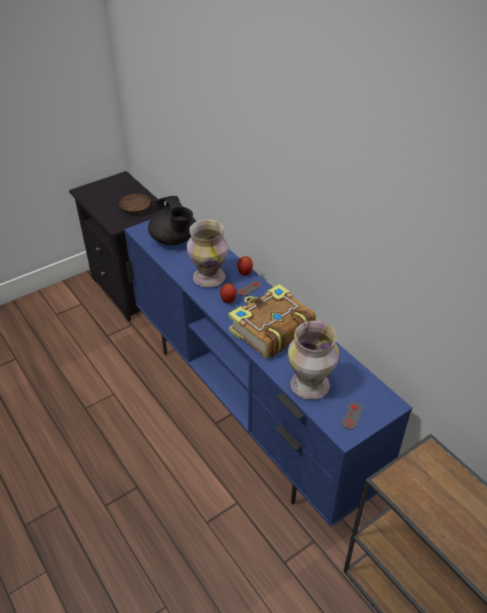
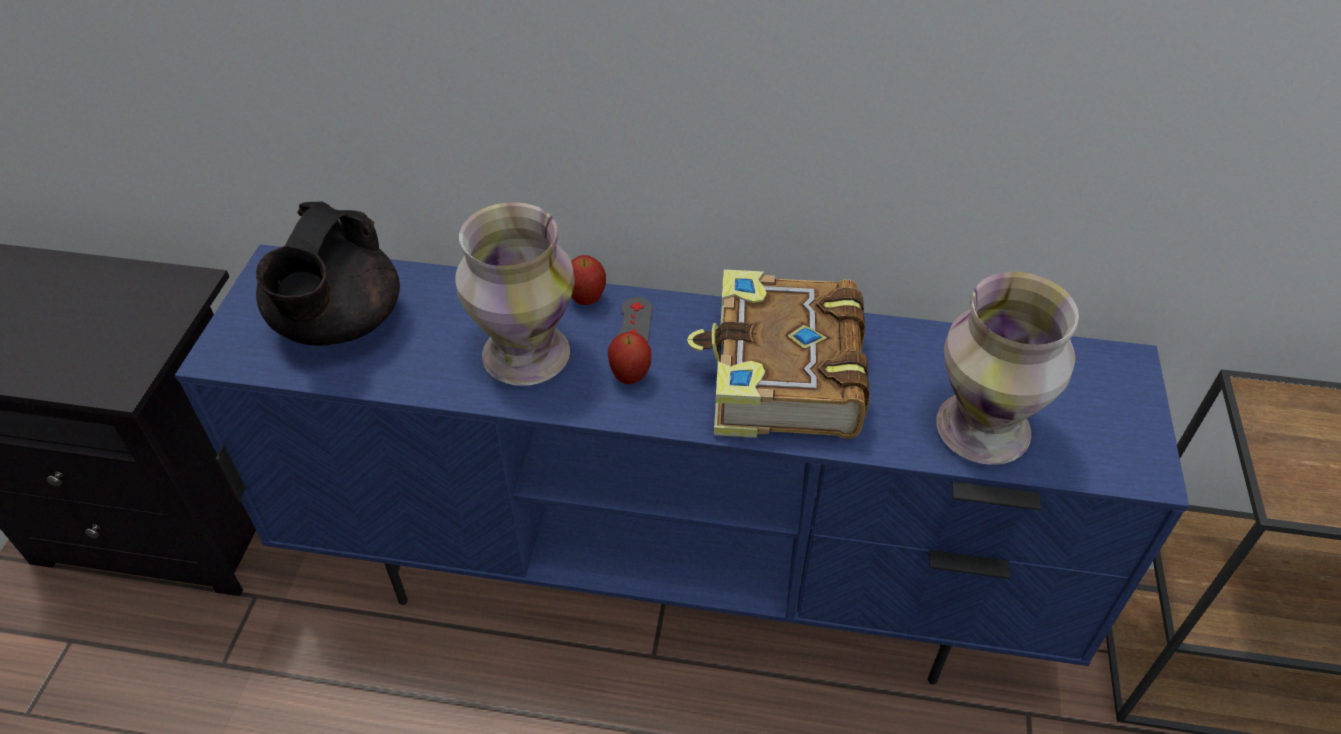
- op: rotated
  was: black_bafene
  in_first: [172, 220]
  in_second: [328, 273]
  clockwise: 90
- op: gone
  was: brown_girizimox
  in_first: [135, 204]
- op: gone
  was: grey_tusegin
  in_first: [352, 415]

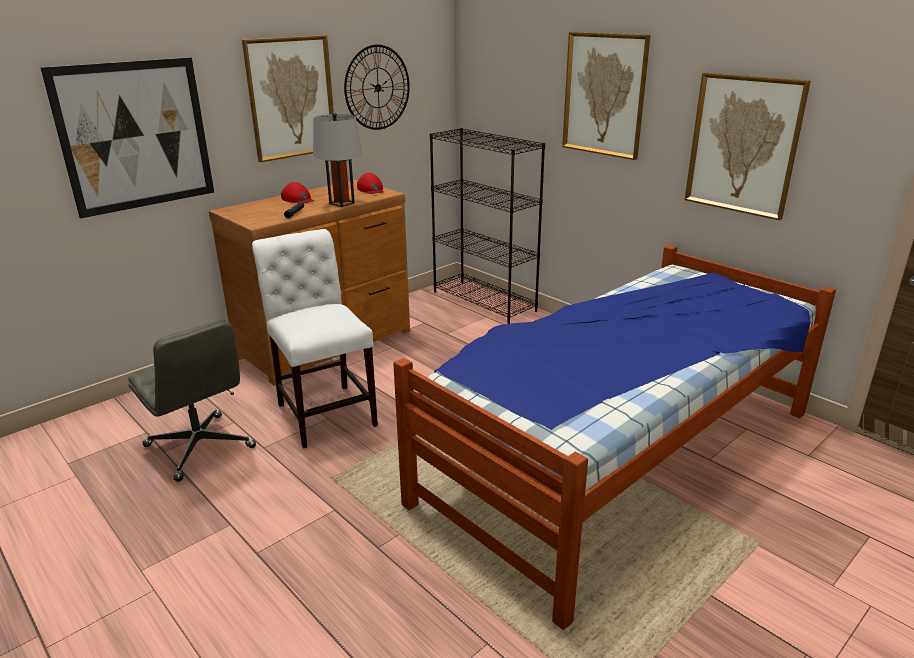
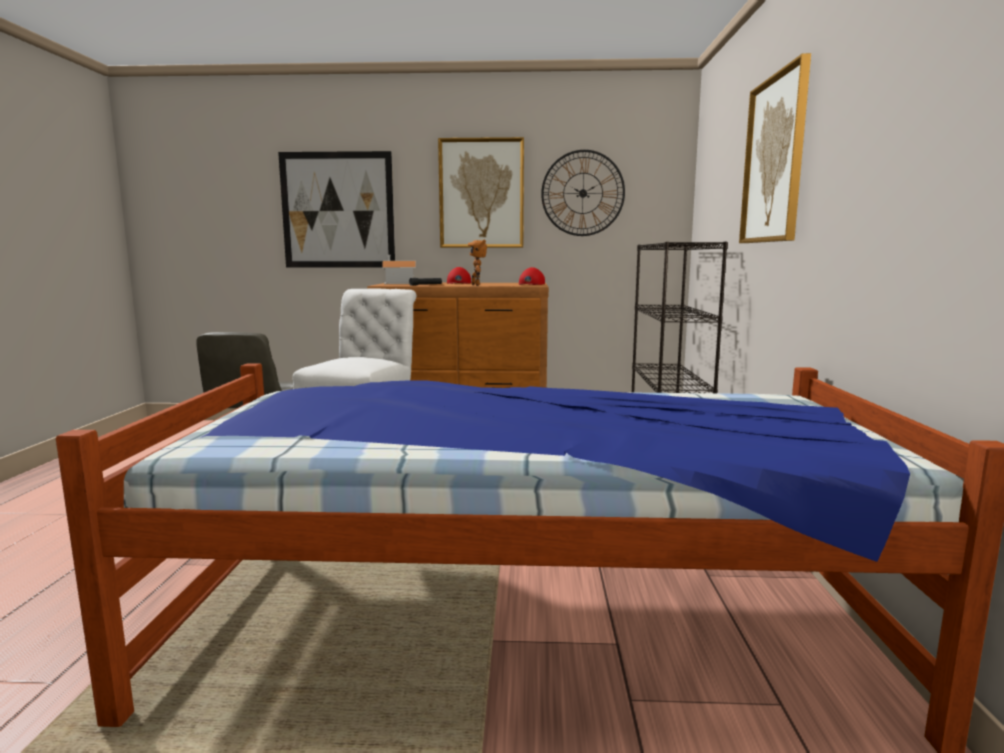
- op: new
  now: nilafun
  in_second: [399, 269]
- op: swapped
  was: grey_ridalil
  now: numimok
  in_first: [337, 160]
  in_second: [477, 262]
- op: gone
  was: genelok
  in_first: [748, 146]

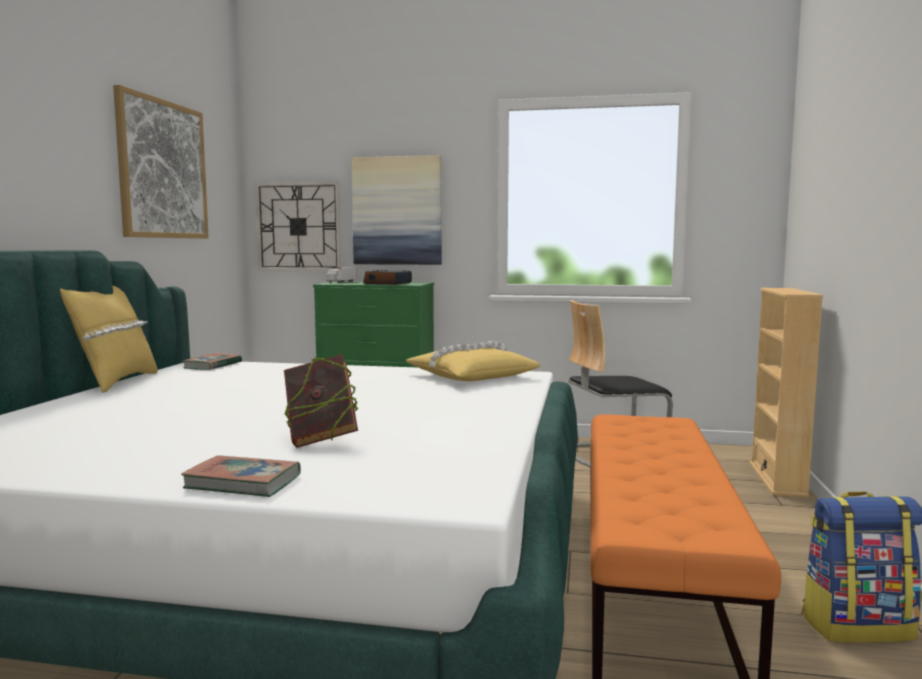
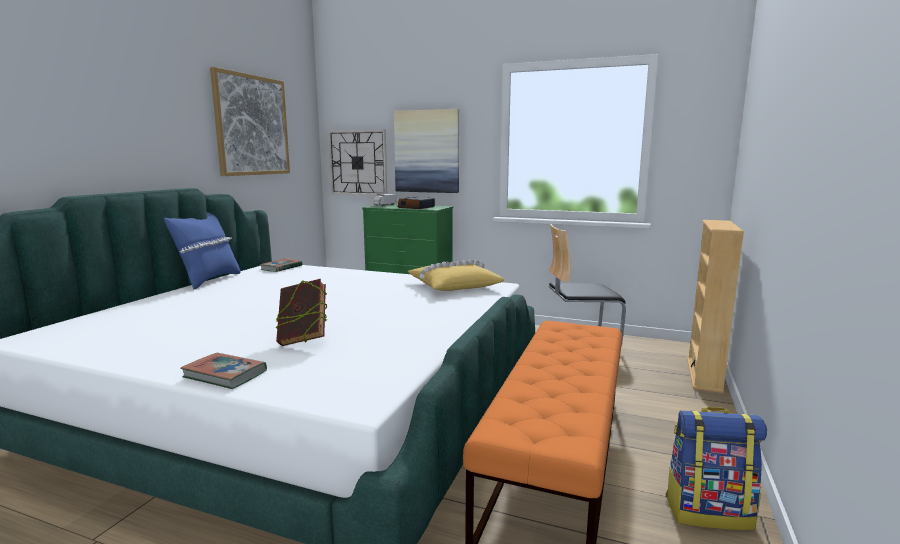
- op: repainted
  was: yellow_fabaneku
  now: blue_fabaneku
  in_first: [109, 339]
  in_second: [202, 251]

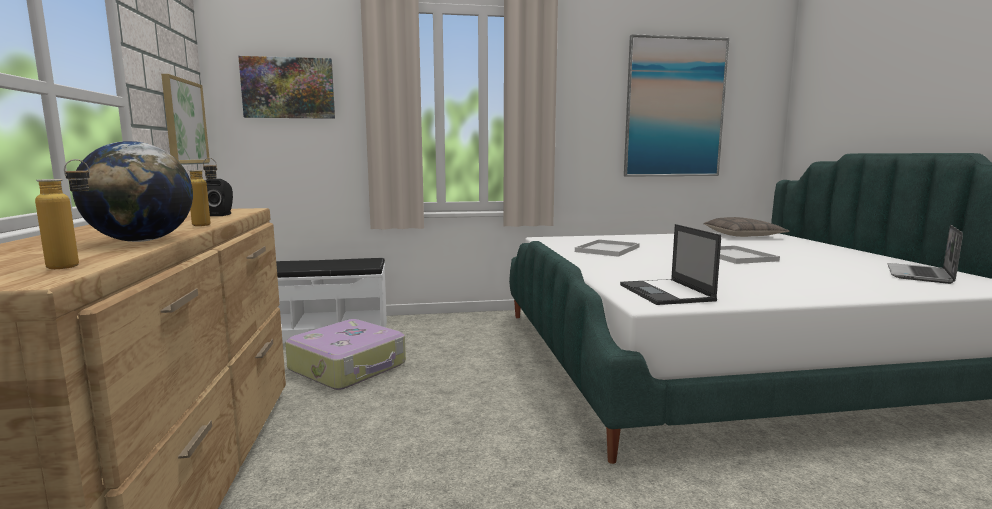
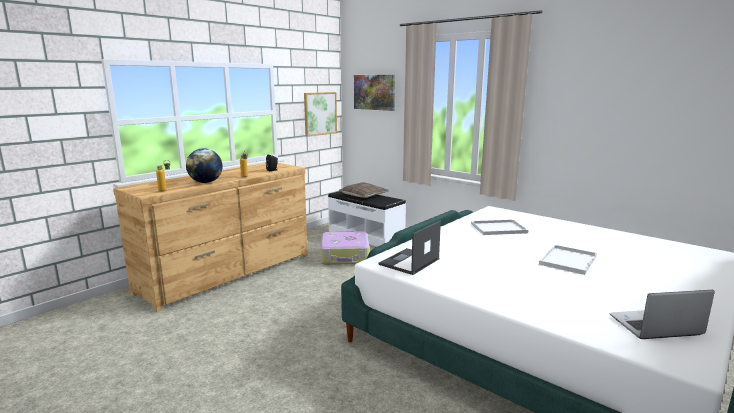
- op: shifted
  was: fabaneku
  in_first: [746, 227]
  in_second: [364, 190]
- op: gone
  was: genelok
  in_first: [676, 105]

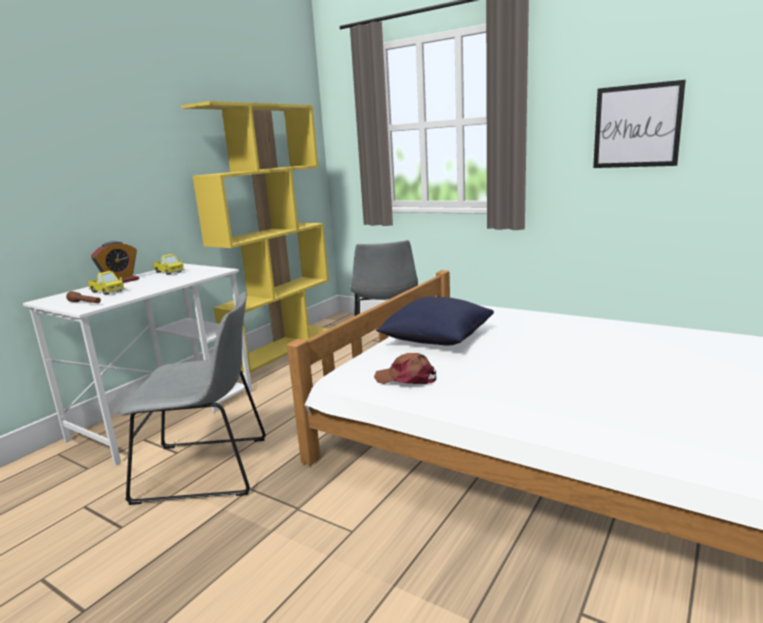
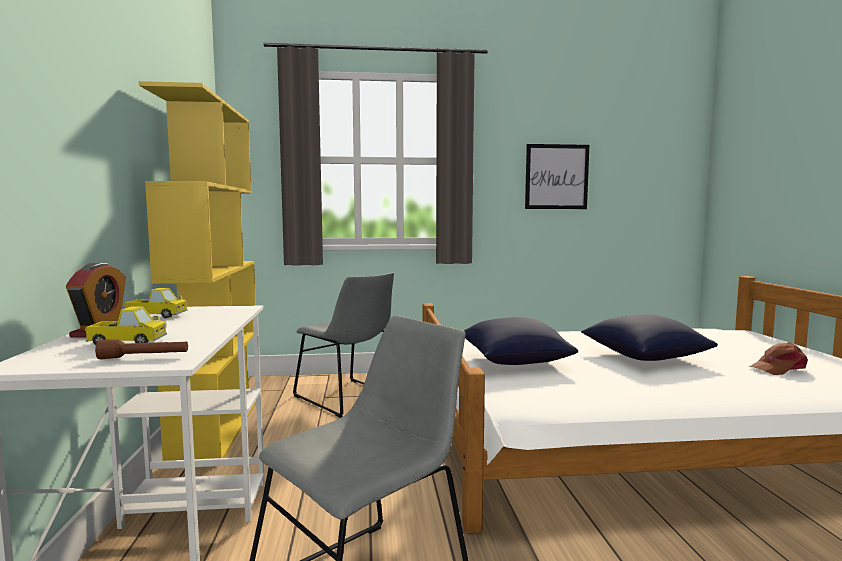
- op: new
  now: blue_fabaneku
  in_second: [649, 337]
- op: shifted
  was: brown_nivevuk
  in_first: [405, 368]
  in_second: [778, 358]

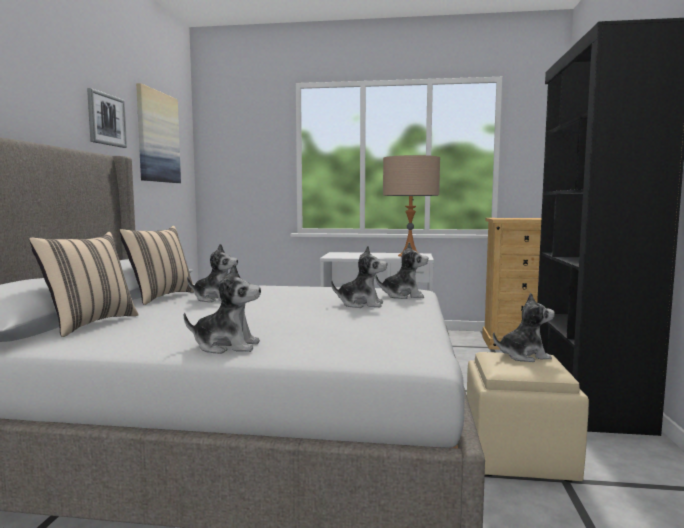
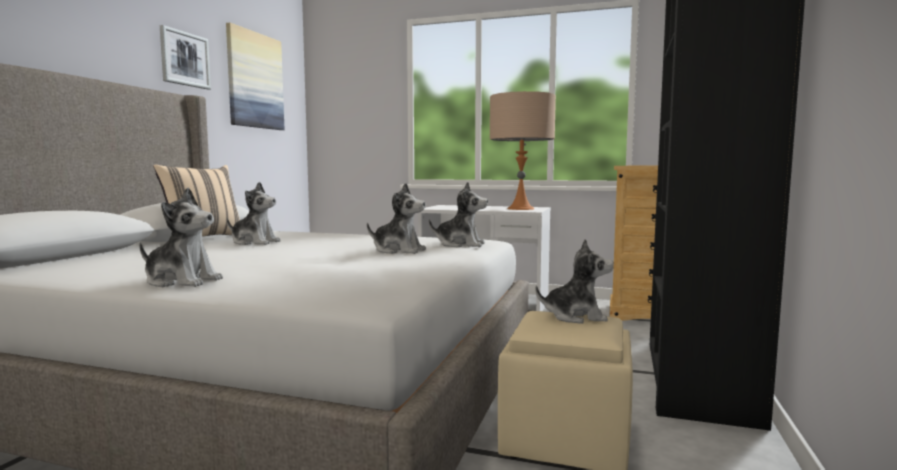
- op: gone
  was: beige_fabaneku
  in_first: [84, 284]

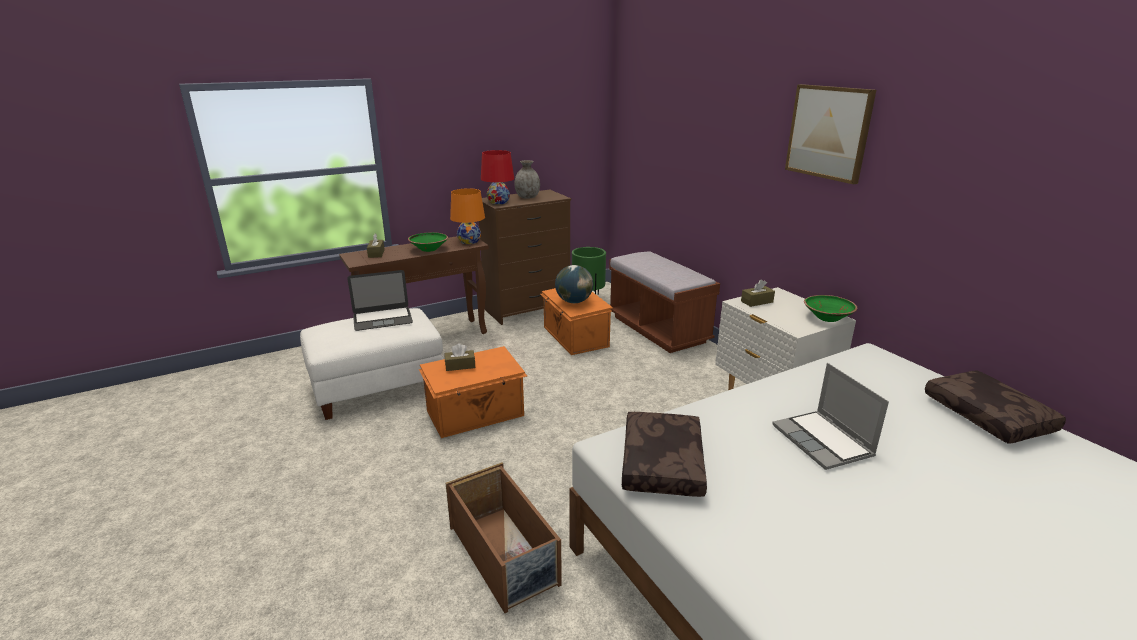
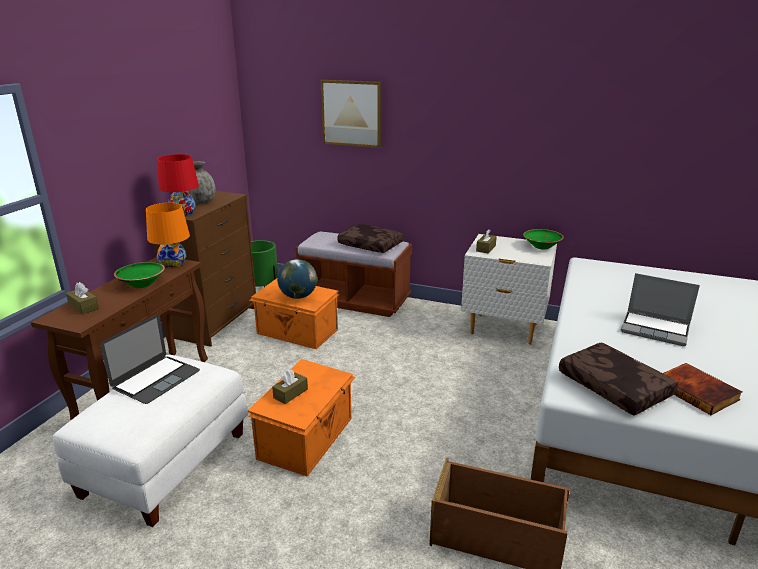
- op: shifted
  was: genelok
  in_first: [830, 134]
  in_second: [351, 114]
- op: shifted
  was: brown_fabaneku
  in_first: [995, 407]
  in_second: [370, 238]
- op: new
  now: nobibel
  in_second: [703, 389]

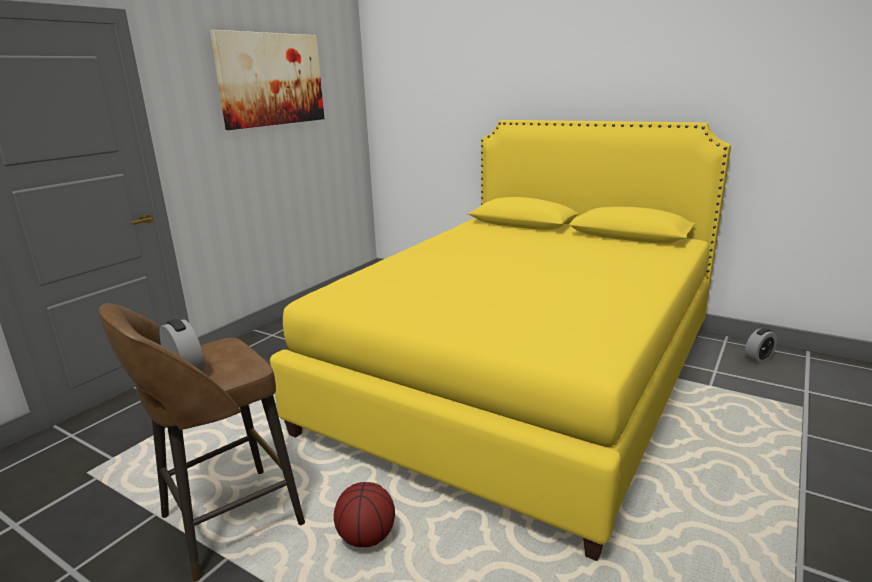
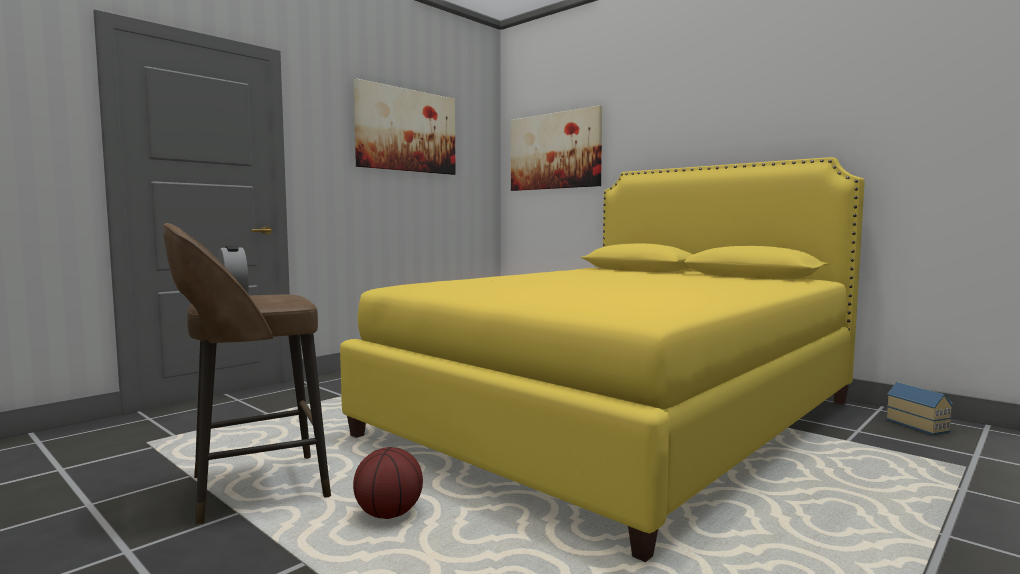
- op: new
  now: genelok
  in_second: [556, 148]
- op: swapped
  was: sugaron
  now: nilafun
  in_first: [761, 345]
  in_second: [919, 408]

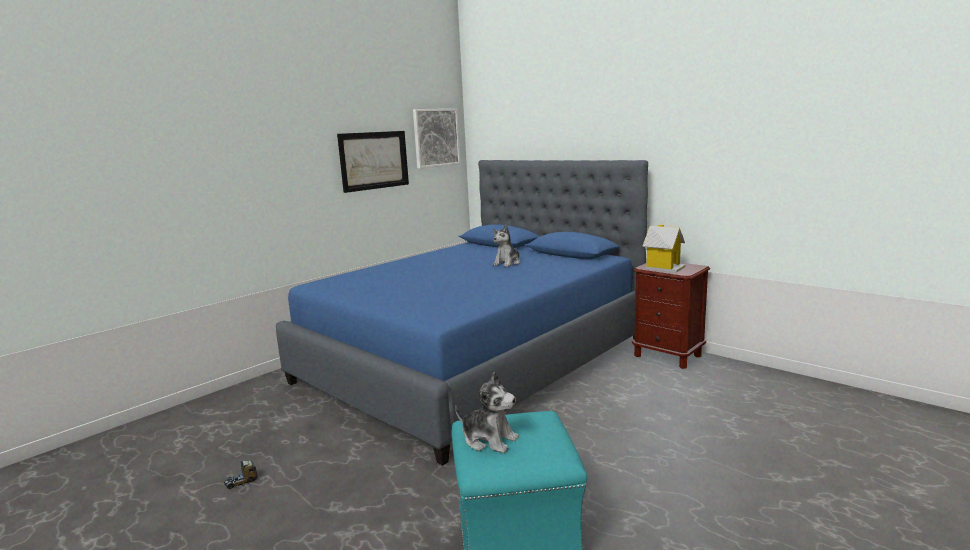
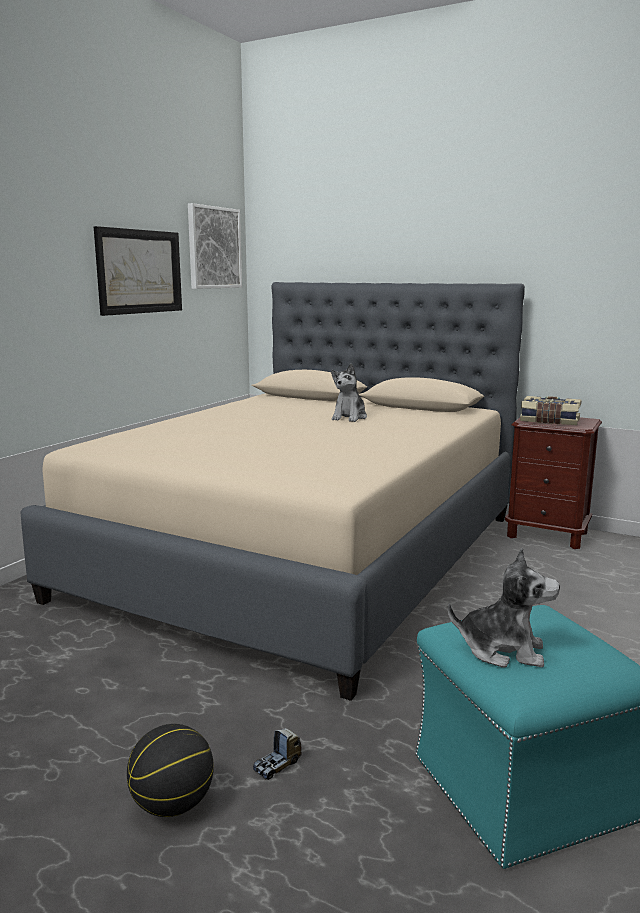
- op: repainted
  was: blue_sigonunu
  now: beige_sigonunu
  in_first: [462, 313]
  in_second: [272, 491]
- op: new
  now: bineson
  in_second: [170, 770]
- op: shifted
  was: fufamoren
  in_first: [241, 475]
  in_second: [277, 754]
- op: swapped
  was: nilafun
  now: nobibel
  in_first: [663, 249]
  in_second: [550, 410]

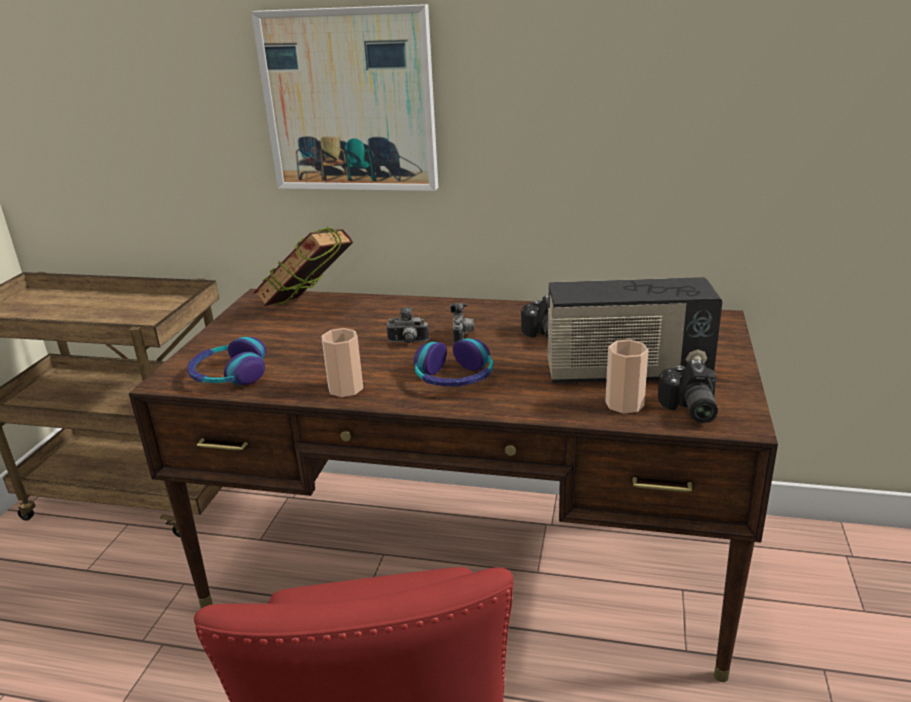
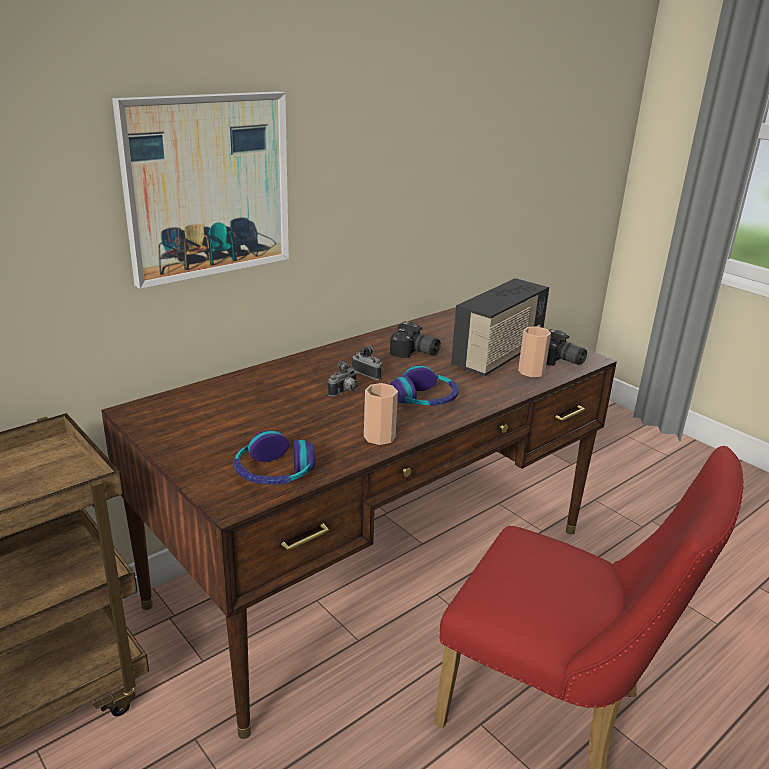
- op: gone
  was: nobibel
  in_first: [303, 266]

